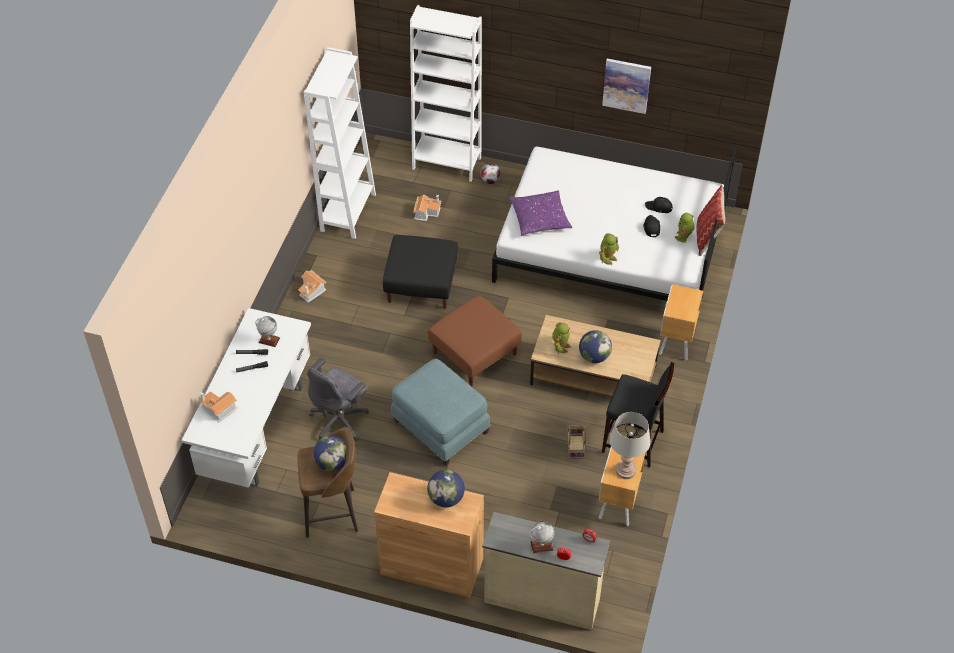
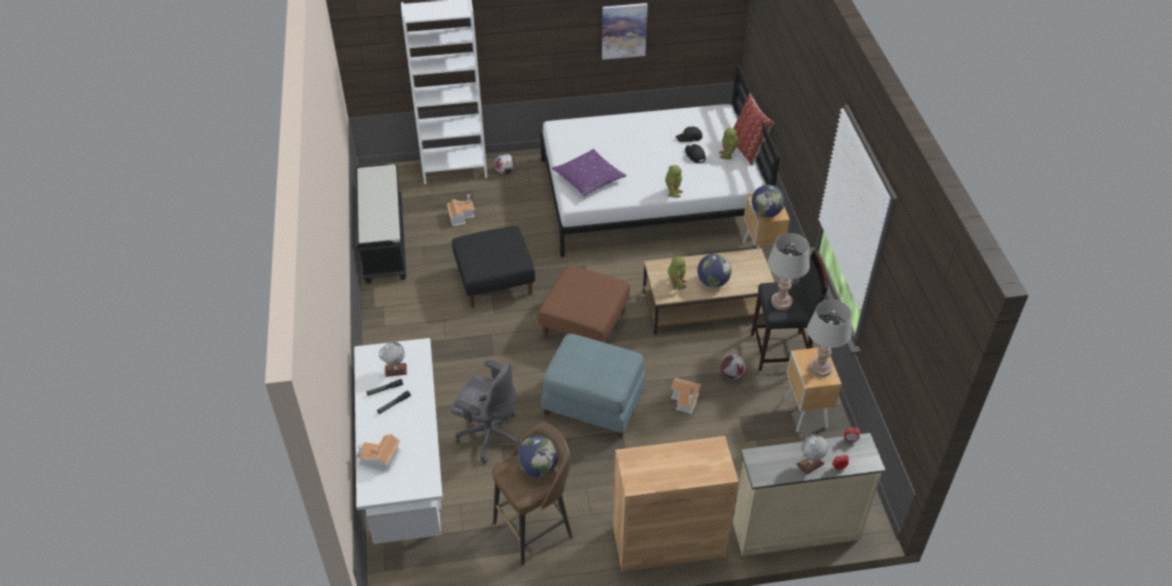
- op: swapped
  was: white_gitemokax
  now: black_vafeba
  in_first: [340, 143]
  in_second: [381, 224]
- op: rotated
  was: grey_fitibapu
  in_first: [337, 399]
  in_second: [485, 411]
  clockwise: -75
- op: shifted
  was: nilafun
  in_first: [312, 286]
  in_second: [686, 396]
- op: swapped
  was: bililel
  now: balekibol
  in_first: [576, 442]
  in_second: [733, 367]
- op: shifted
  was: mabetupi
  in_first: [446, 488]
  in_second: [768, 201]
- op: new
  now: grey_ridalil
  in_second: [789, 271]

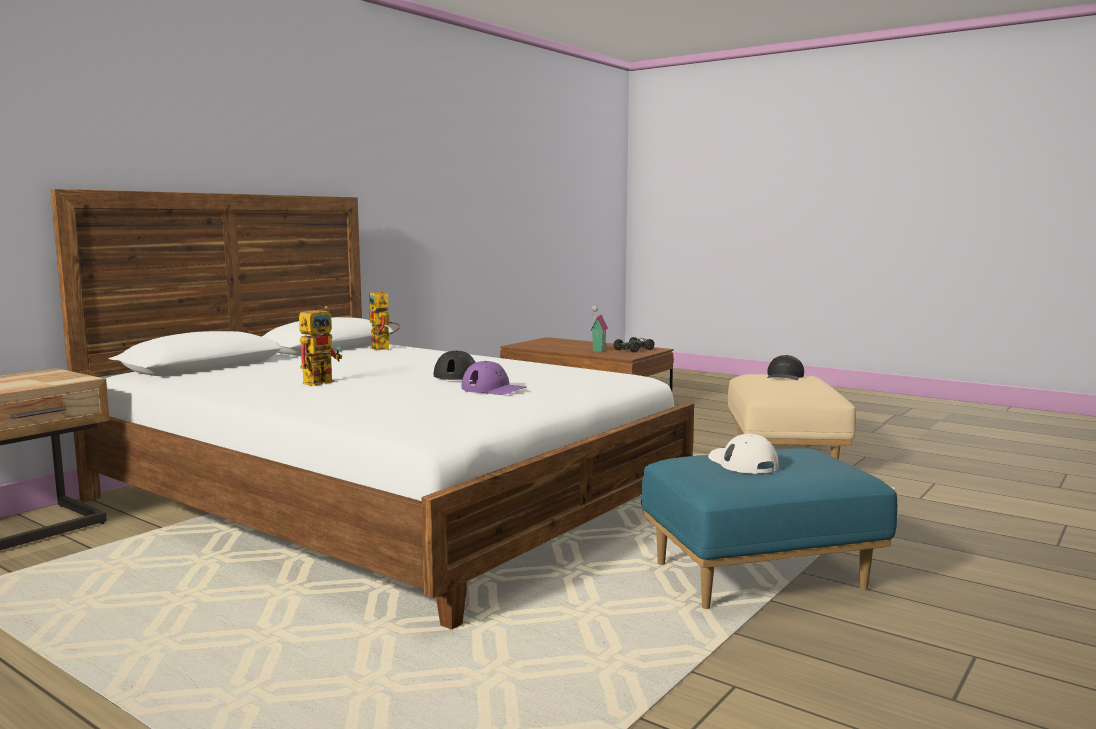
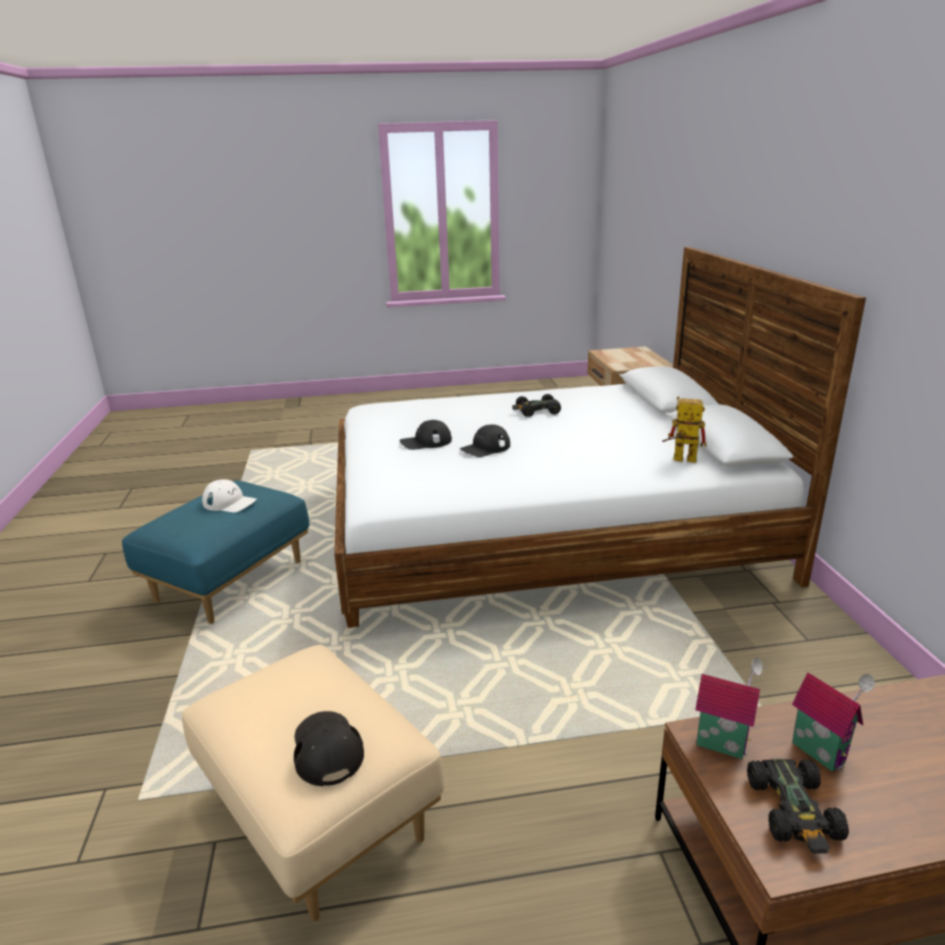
- op: repainted
  was: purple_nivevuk
  now: black_nivevuk
  in_first: [494, 378]
  in_second: [426, 435]
- op: swapped
  was: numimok
  now: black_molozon
  in_first: [320, 346]
  in_second: [536, 405]
- op: new
  now: nilafun
  in_second: [730, 708]

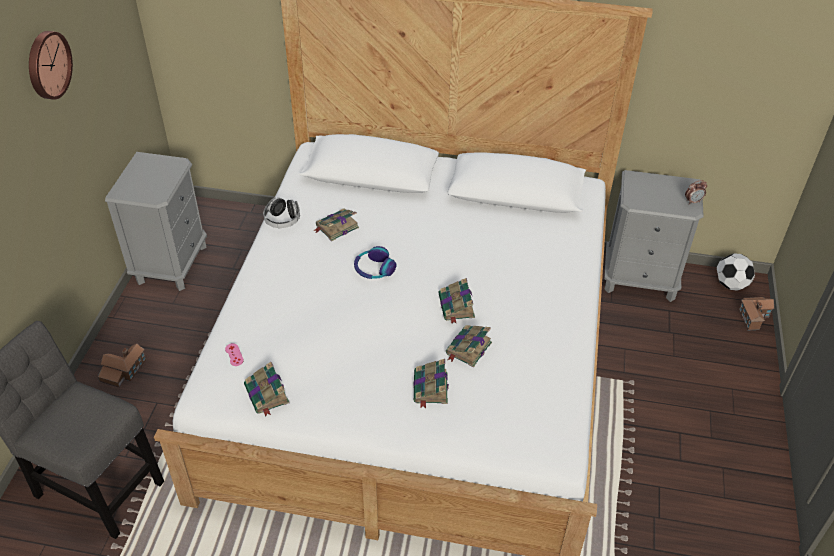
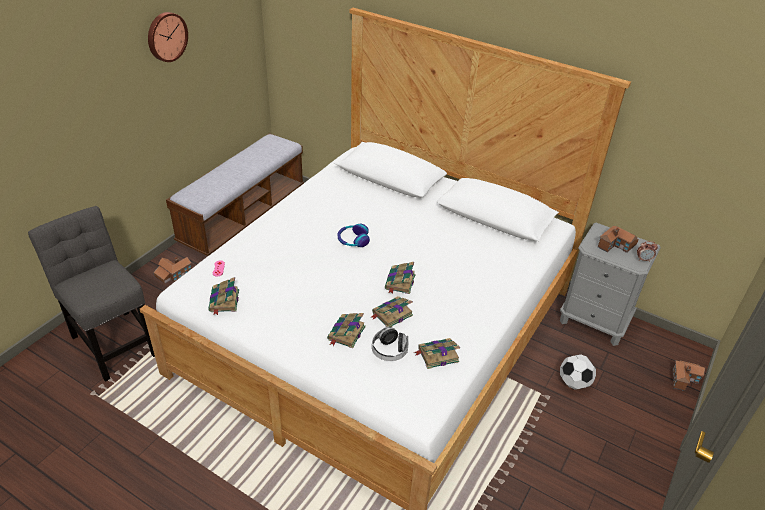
- op: swapped
  was: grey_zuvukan
  now: vafeba
  in_first: [156, 221]
  in_second: [235, 194]
- op: shifted
  was: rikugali
  in_first: [281, 213]
  in_second: [390, 344]
- op: shifted
  was: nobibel
  in_first: [336, 224]
  in_second: [437, 353]
- op: shifted
  was: balekibol
  in_first: [736, 272]
  in_second: [578, 372]
- op: new
  now: nilafun
  in_second: [618, 239]

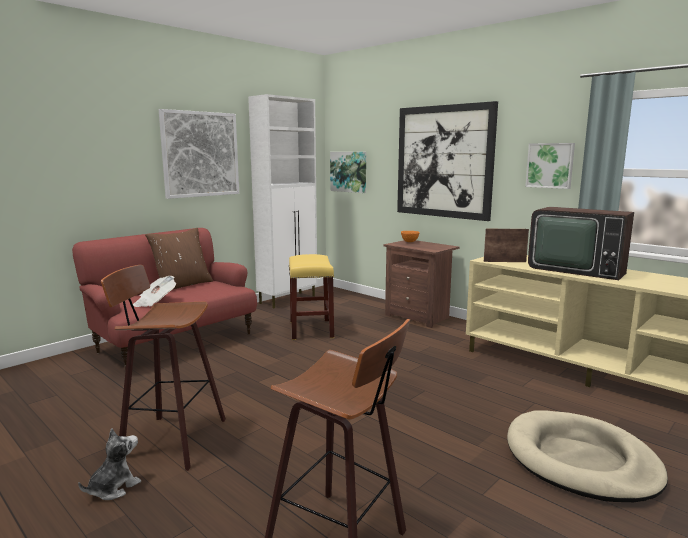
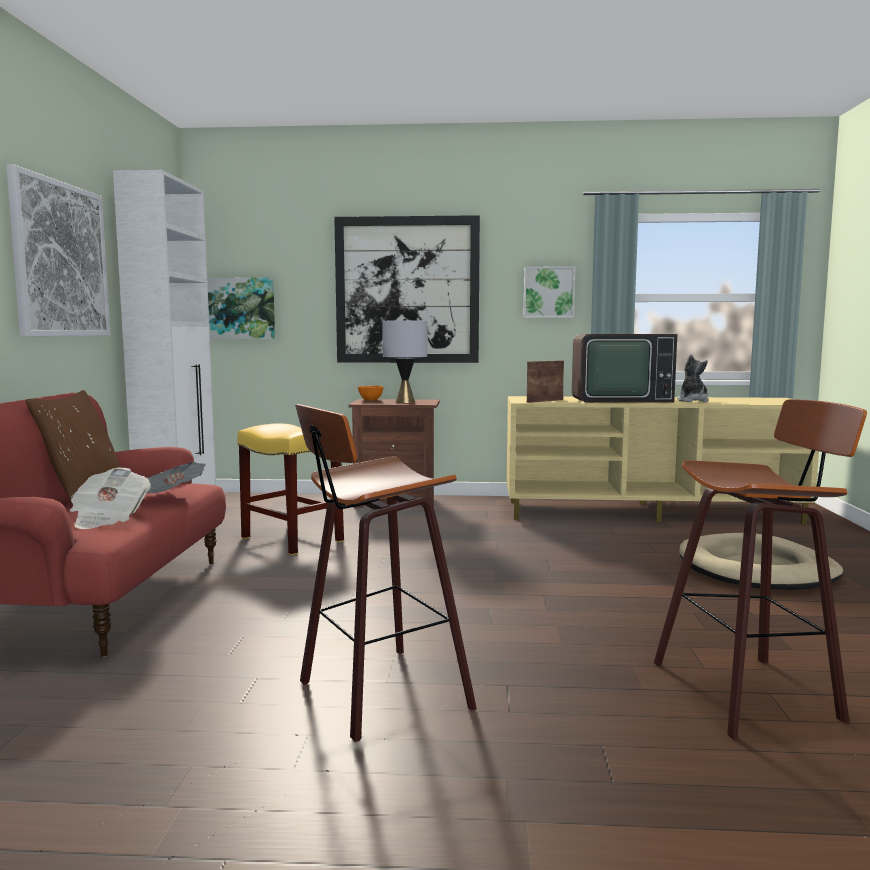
- op: new
  now: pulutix
  in_second: [176, 478]
- op: new
  now: grey_ridalil
  in_second: [404, 360]
- op: shifted
  was: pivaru
  in_first: [109, 464]
  in_second: [693, 378]

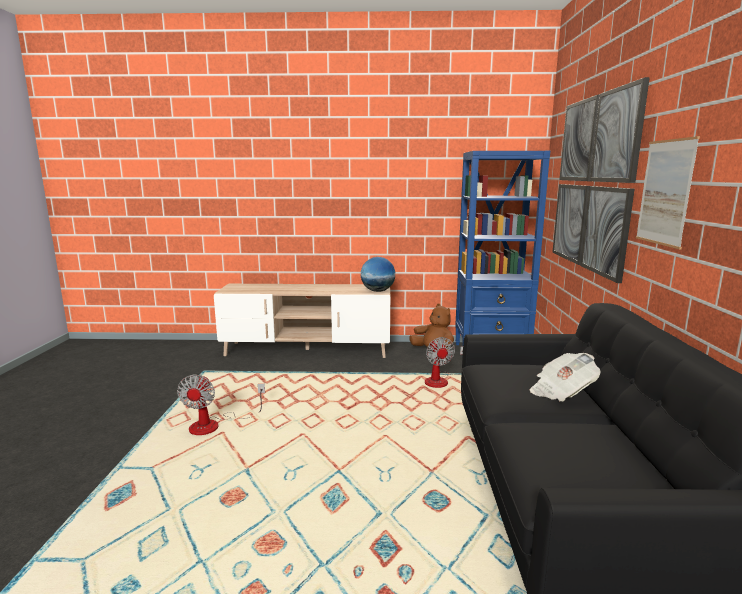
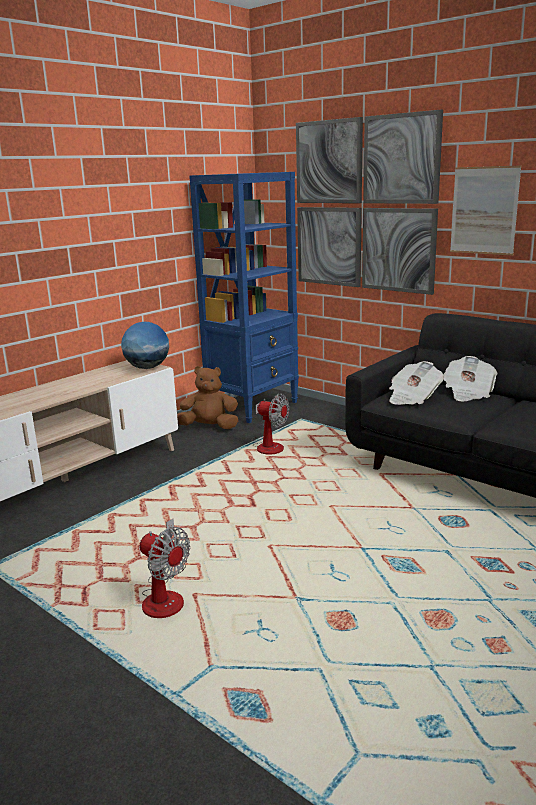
- op: new
  now: pulutix
  in_second: [416, 383]

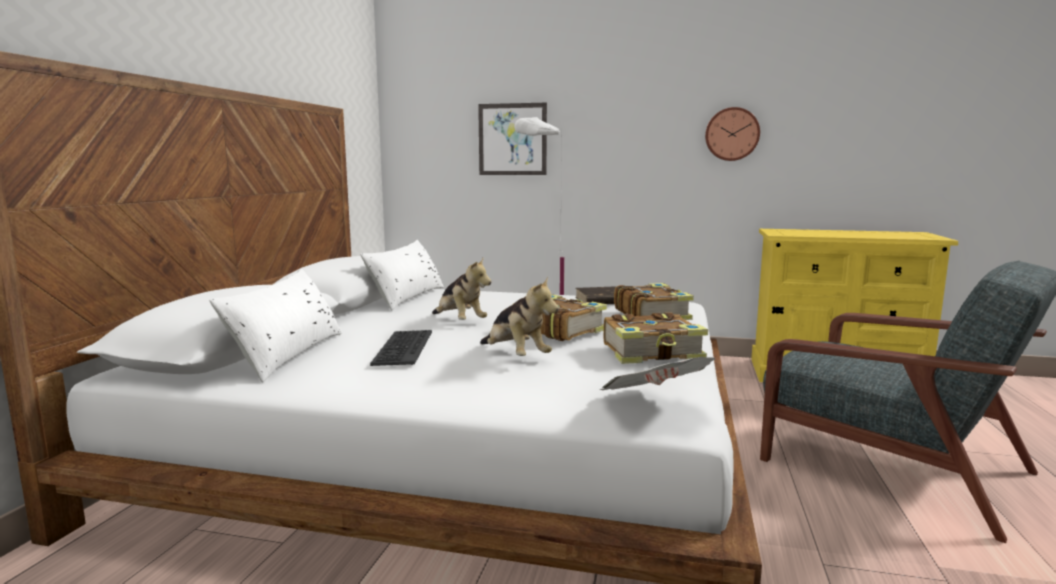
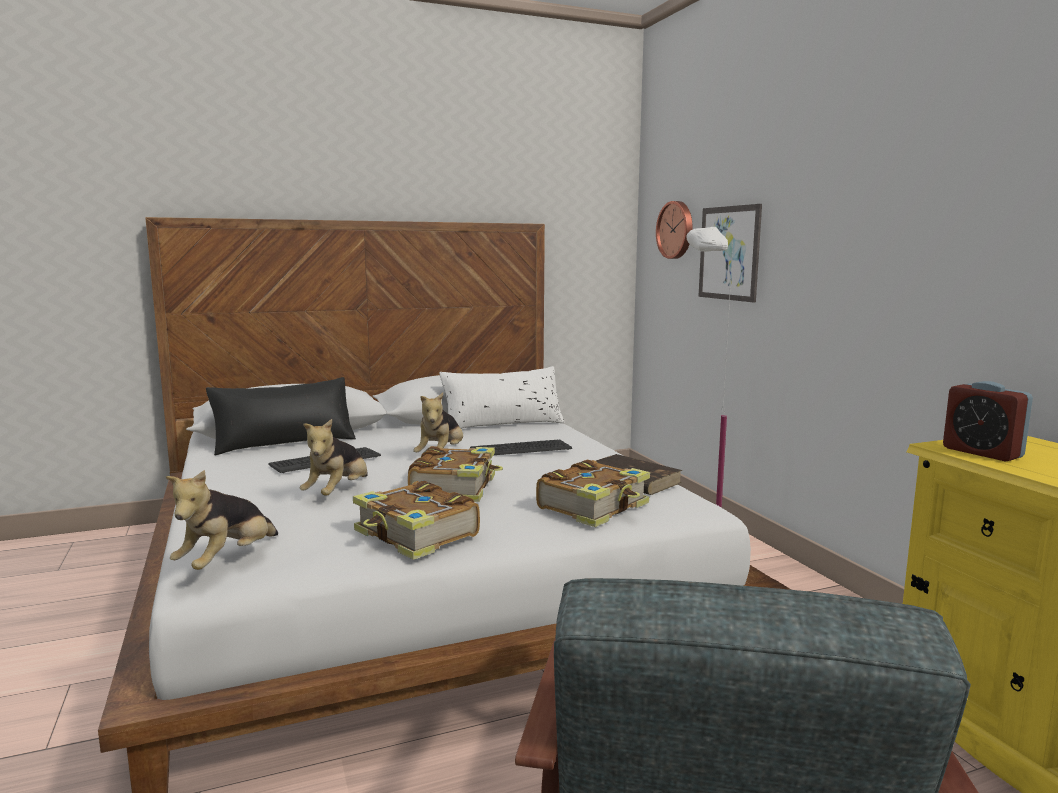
- op: swapped
  was: pulutix
  now: pivaru
  in_first: [657, 373]
  in_second: [222, 520]
- op: repainted
  was: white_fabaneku
  now: black_fabaneku
  in_first: [275, 326]
  in_second: [281, 416]
- op: new
  now: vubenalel
  in_second: [521, 447]
- op: shifted
  was: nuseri
  in_first: [732, 134]
  in_second: [674, 230]
- op: new
  now: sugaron
  in_second: [988, 421]

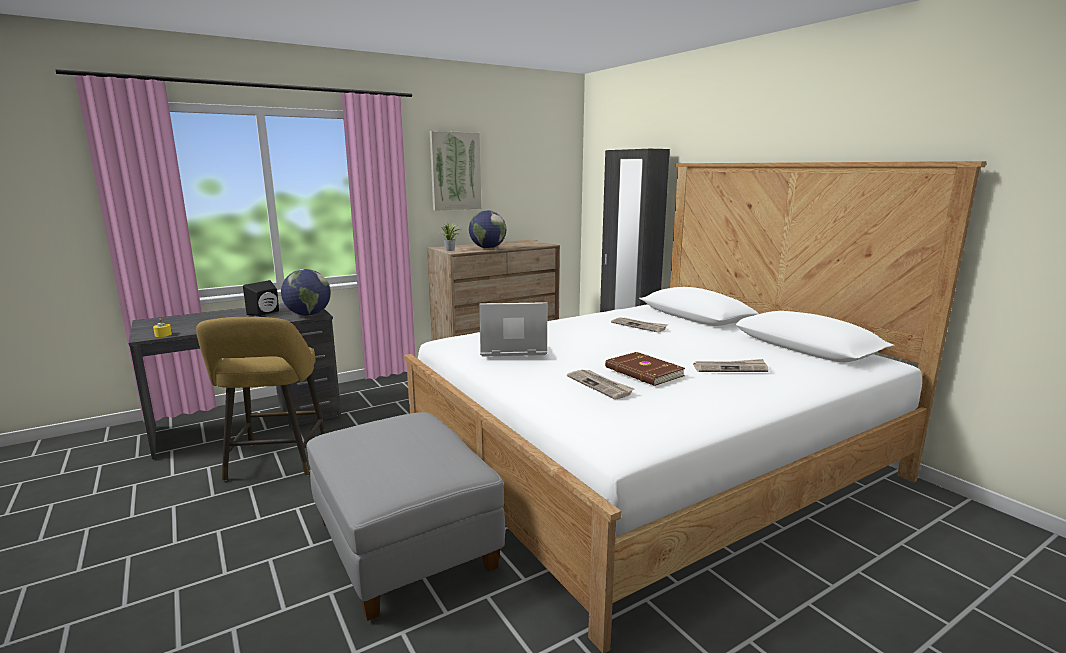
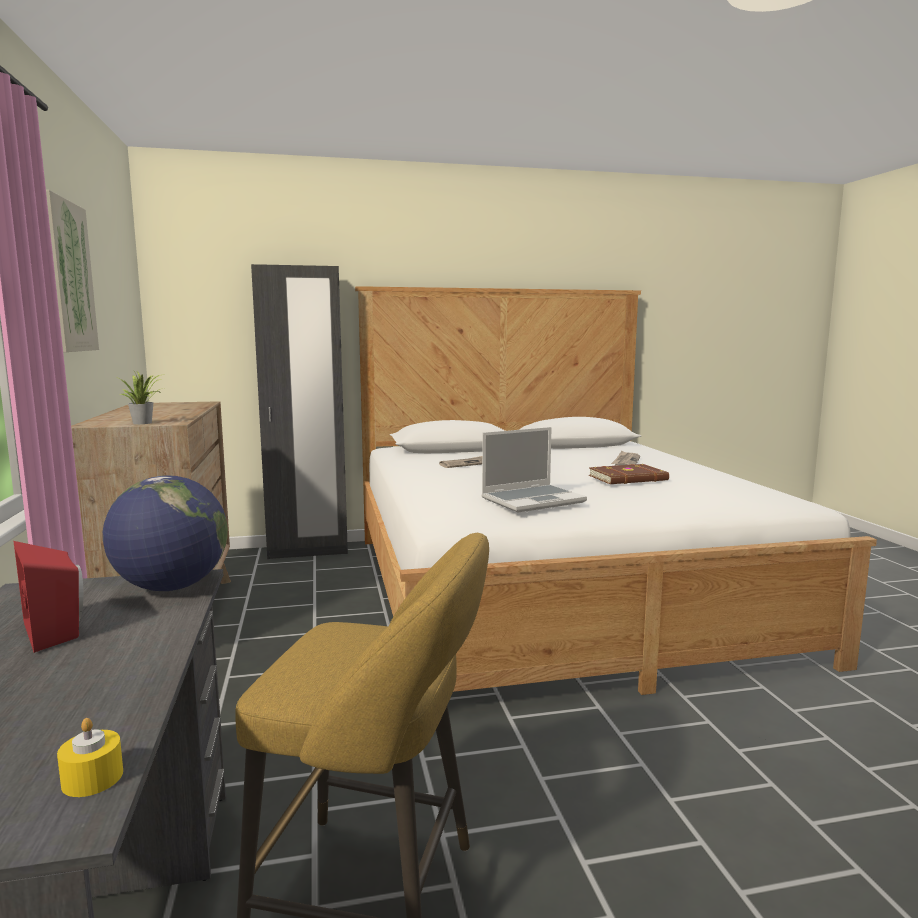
- op: repainted
  was: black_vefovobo
  now: red_vefovobo
  in_first: [261, 298]
  in_second: [48, 597]
- op: rotated
  was: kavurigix
  in_first: [513, 329]
  in_second: [534, 469]
  clockwise: -135
- op: gone
  was: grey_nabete
  in_first: [405, 516]
- op: gone
  was: mabetupi
  in_first: [487, 229]
- op: gone
  was: pulutix
  in_first: [601, 384]

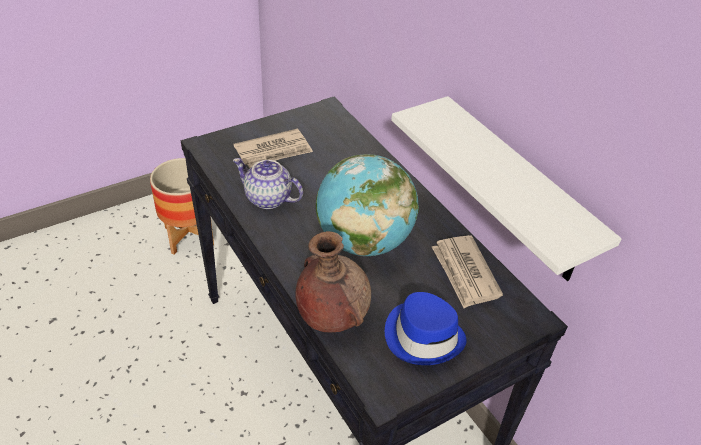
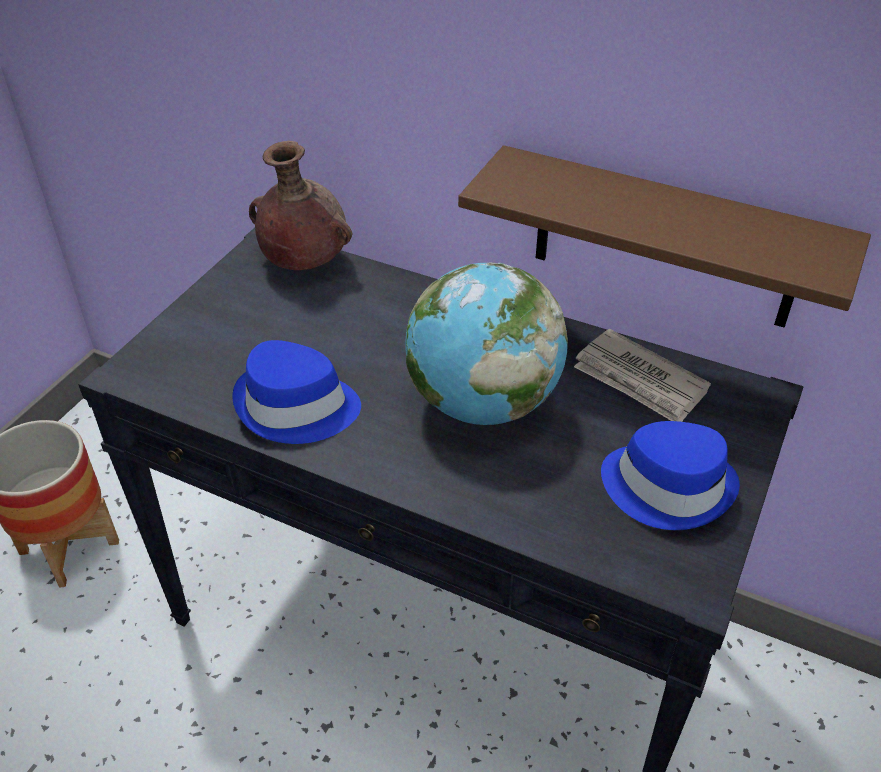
- op: swapped
  was: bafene
  now: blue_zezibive
  in_first: [268, 183]
  in_second: [296, 392]
- op: shifted
  was: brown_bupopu
  in_first: [333, 282]
  in_second: [300, 205]
- op: repainted
  was: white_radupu
  now: brown_radupu
  in_first: [506, 188]
  in_second: [664, 236]
- op: gone
  was: pulutix
  in_first: [273, 148]

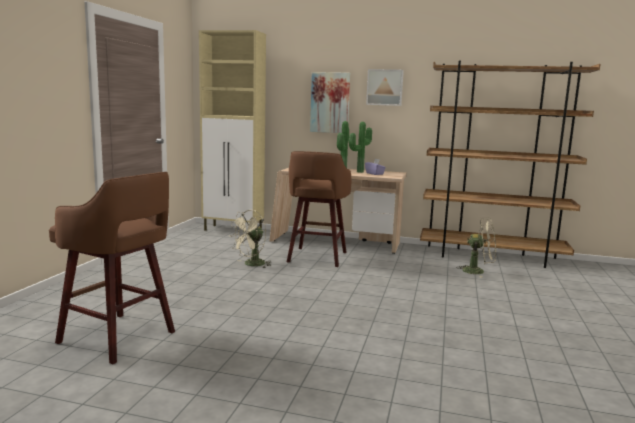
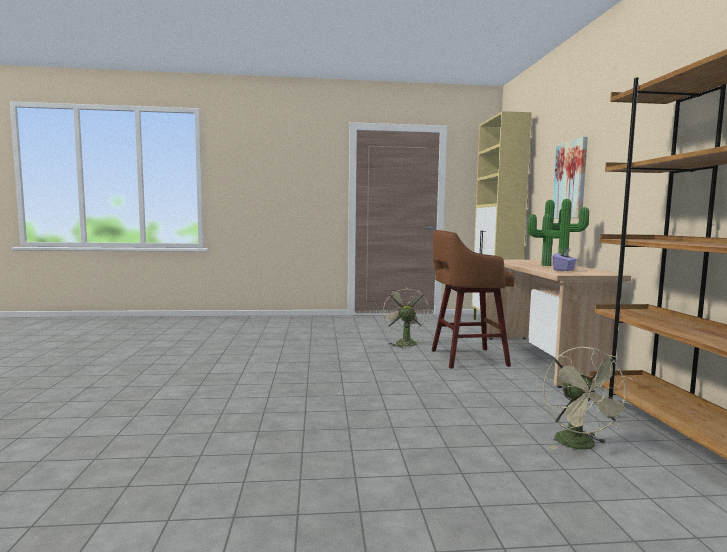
- op: rotated
  was: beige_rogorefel
  in_first: [250, 239]
  in_second: [406, 317]
  clockwise: 60
- op: gone
  was: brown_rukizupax
  in_first: [112, 268]
- op: gone
  was: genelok
  in_first: [385, 87]

